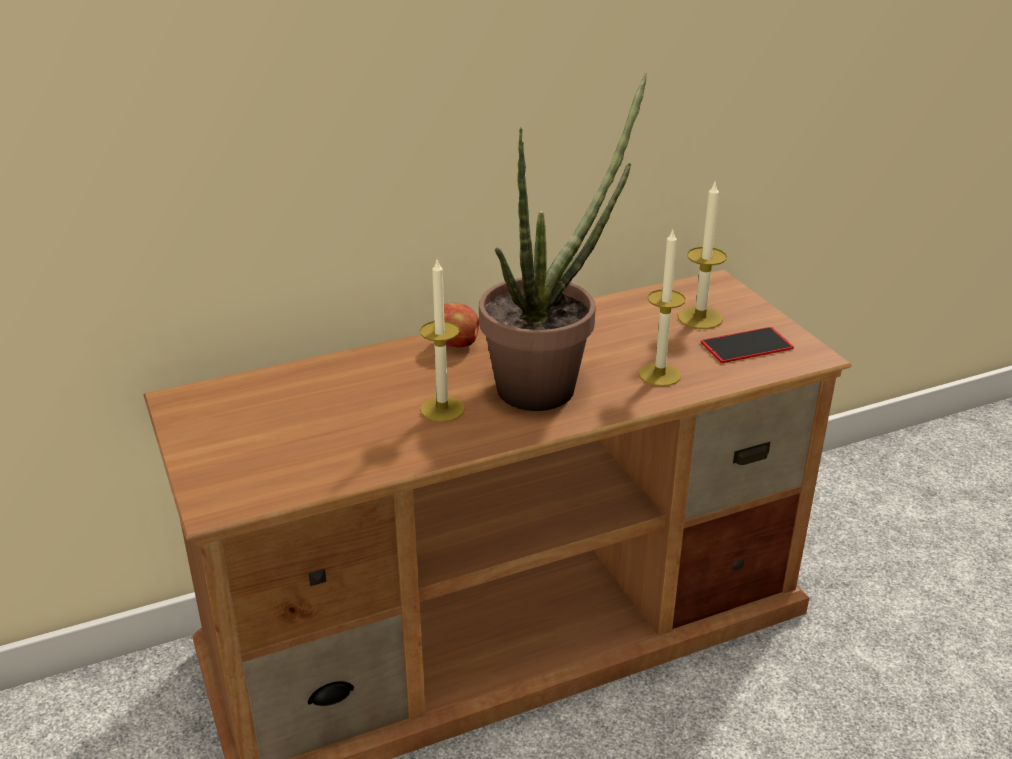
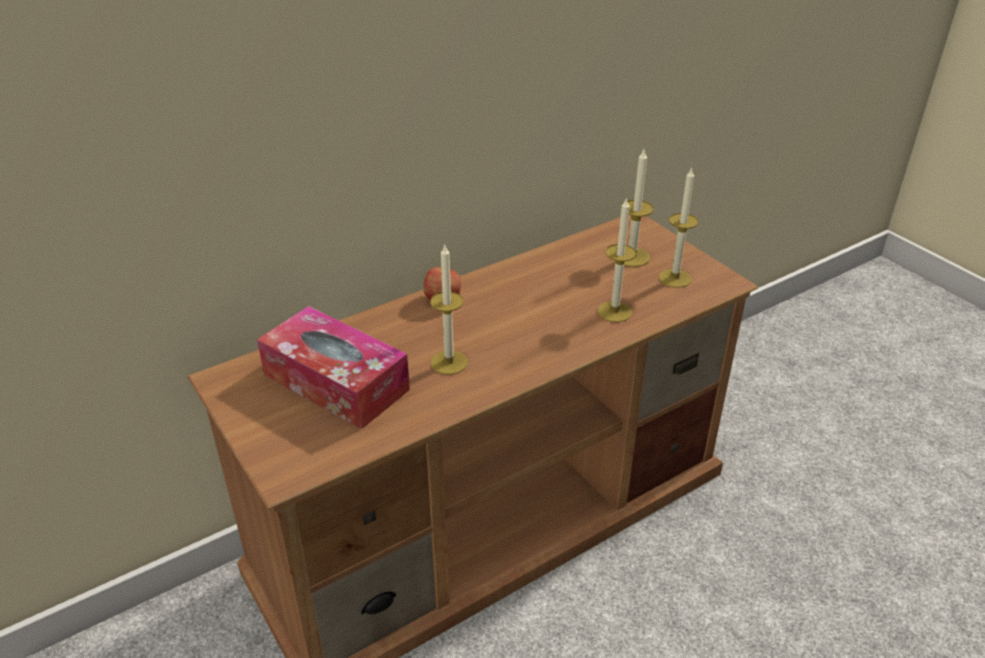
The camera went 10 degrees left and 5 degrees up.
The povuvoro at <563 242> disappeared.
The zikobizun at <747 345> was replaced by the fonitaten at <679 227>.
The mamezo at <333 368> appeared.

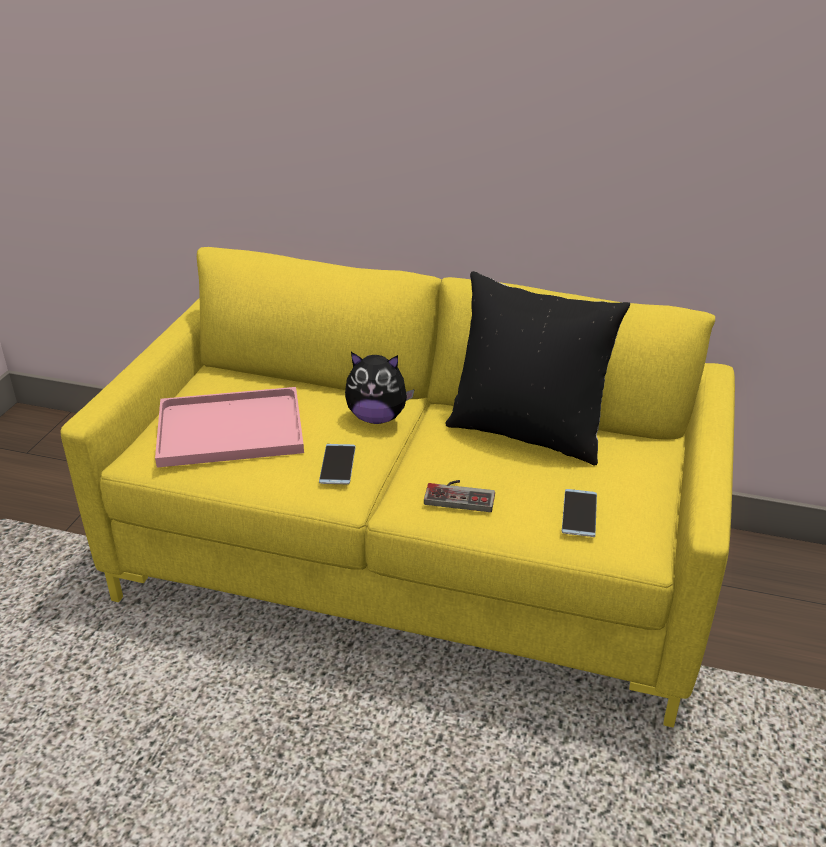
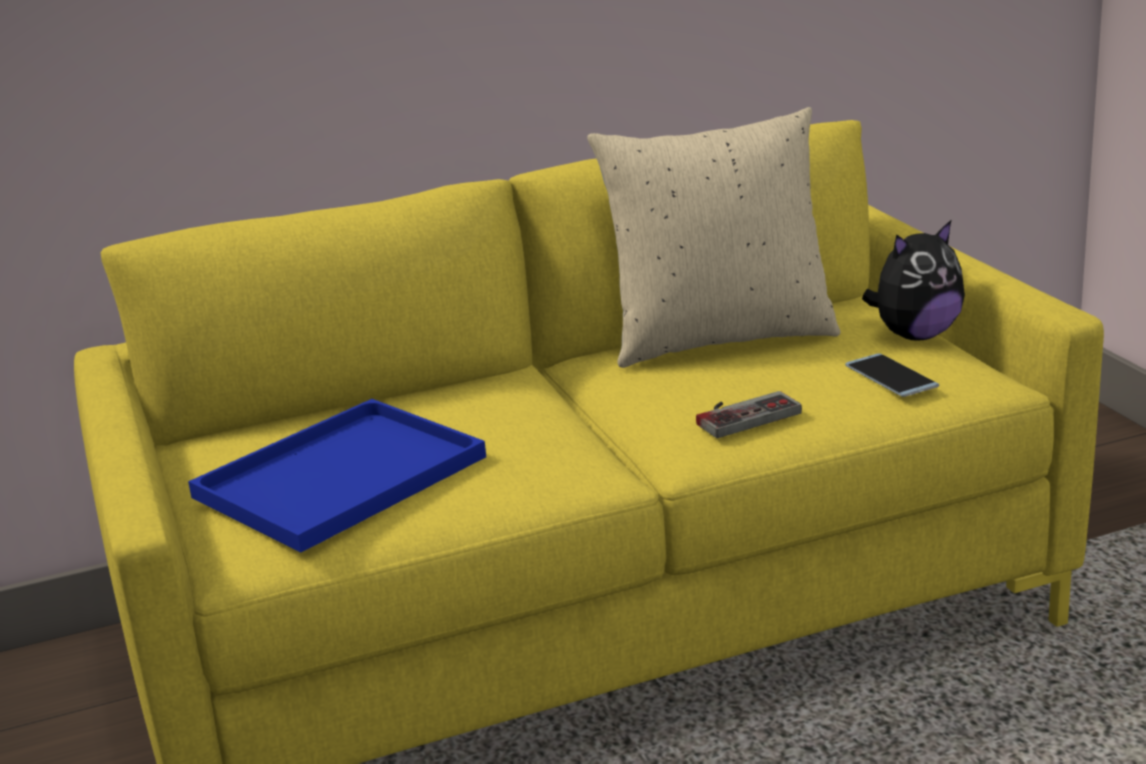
The camera went 35 degrees left and 10 degrees down.
The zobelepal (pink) at <229 427> became the zobelepal (blue) at <337 476>.
The zikobizun at <337 464> disappeared.
The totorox moved from <380 388> to <913 280>.
The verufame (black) at <538 368> became the verufame (beige) at <714 237>.

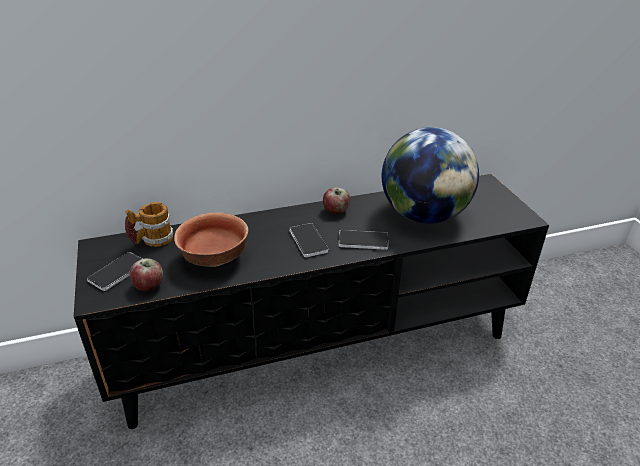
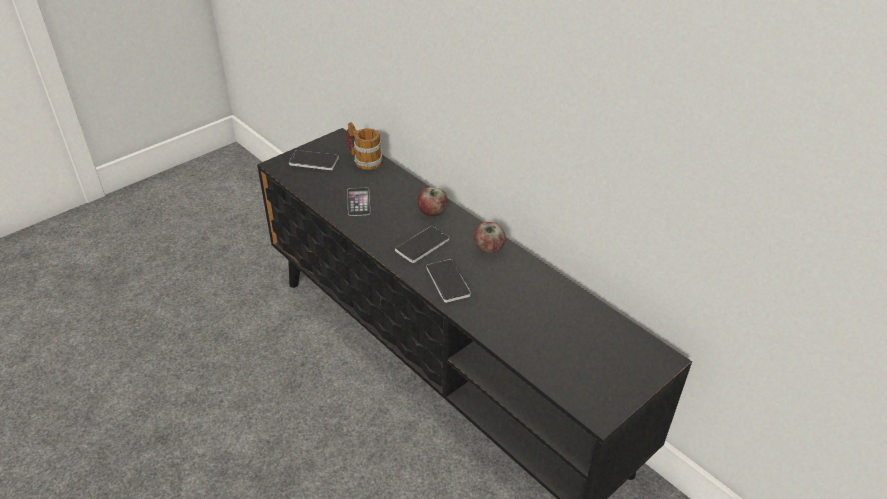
The camera went 65 degrees right and 5 degrees up.
The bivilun moved from <146 274> to <433 201>.
The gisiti at <211 239> was replaced by the zikobizun at <358 202>.
The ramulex at <430 175> disappeared.

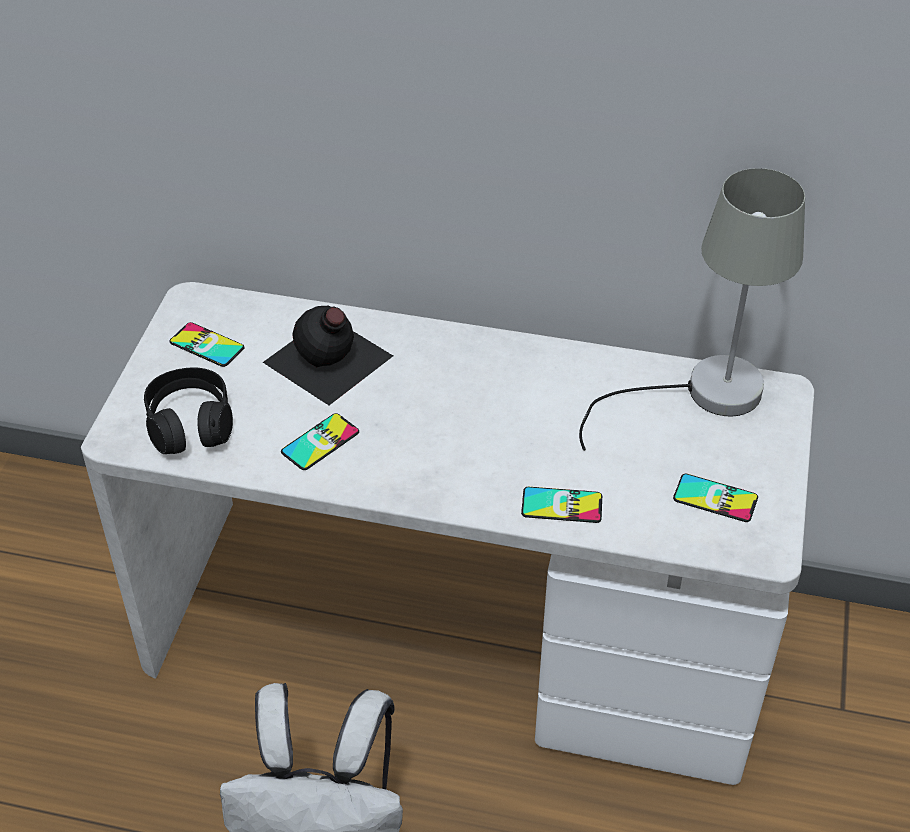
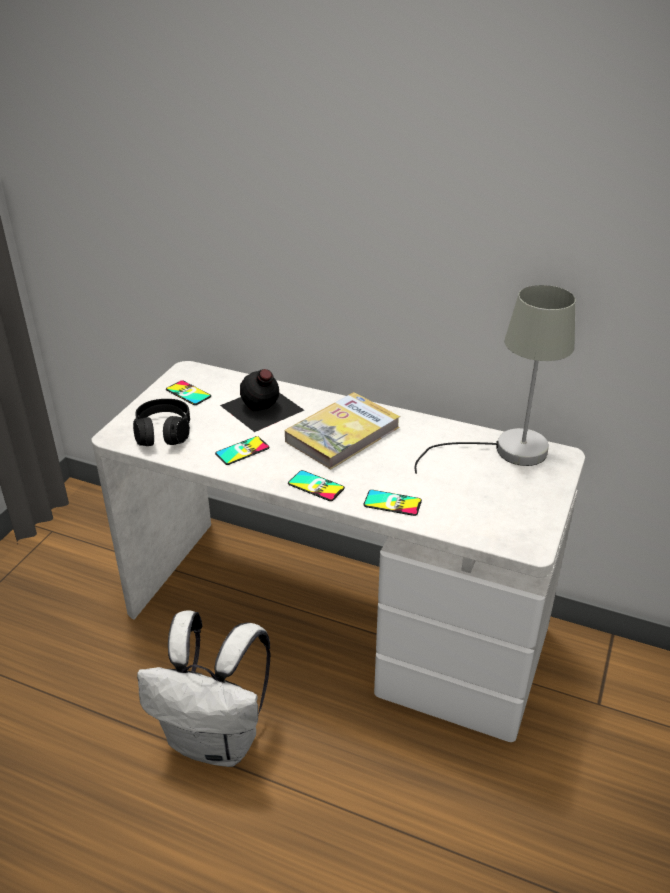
The camera went 10 degrees right and 10 degrees down.
The zikobizun moved from <715 498> to <316 485>.
The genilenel at <342 430> appeared.

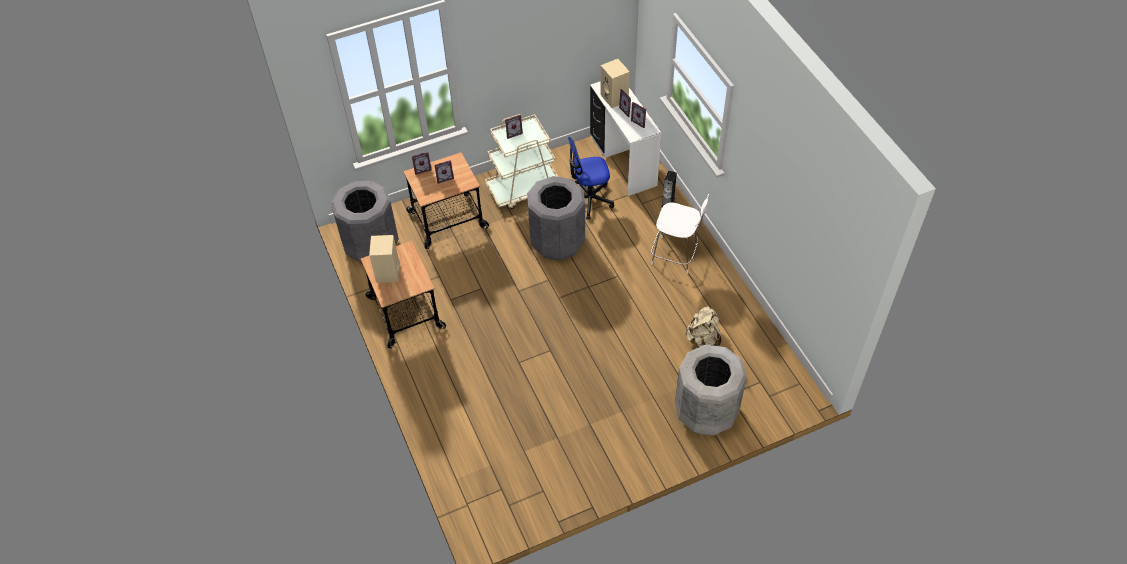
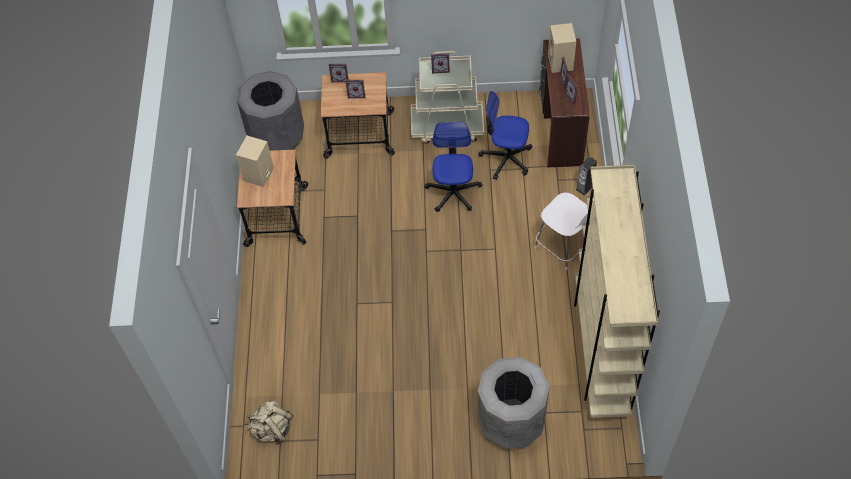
The camera went 25 degrees right and 5 degrees up.
The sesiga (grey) at <556 218> was replaced by the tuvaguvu at <453 167>.
The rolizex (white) at <625 138> became the rolizex (brown) at <564 103>.
The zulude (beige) moved from <704 326> to <270 423>.
The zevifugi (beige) at <617 291> appeared.

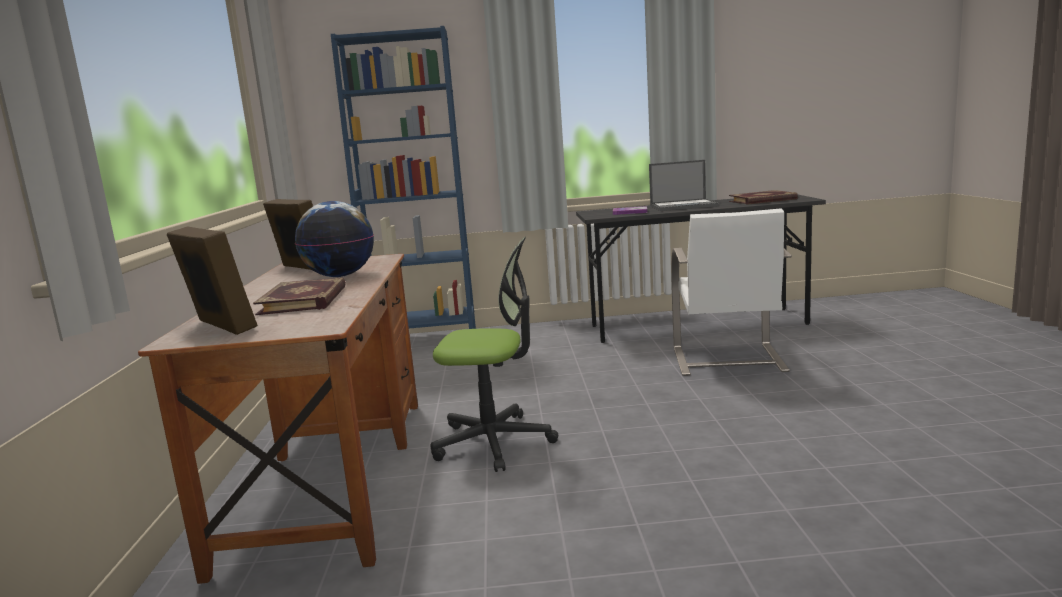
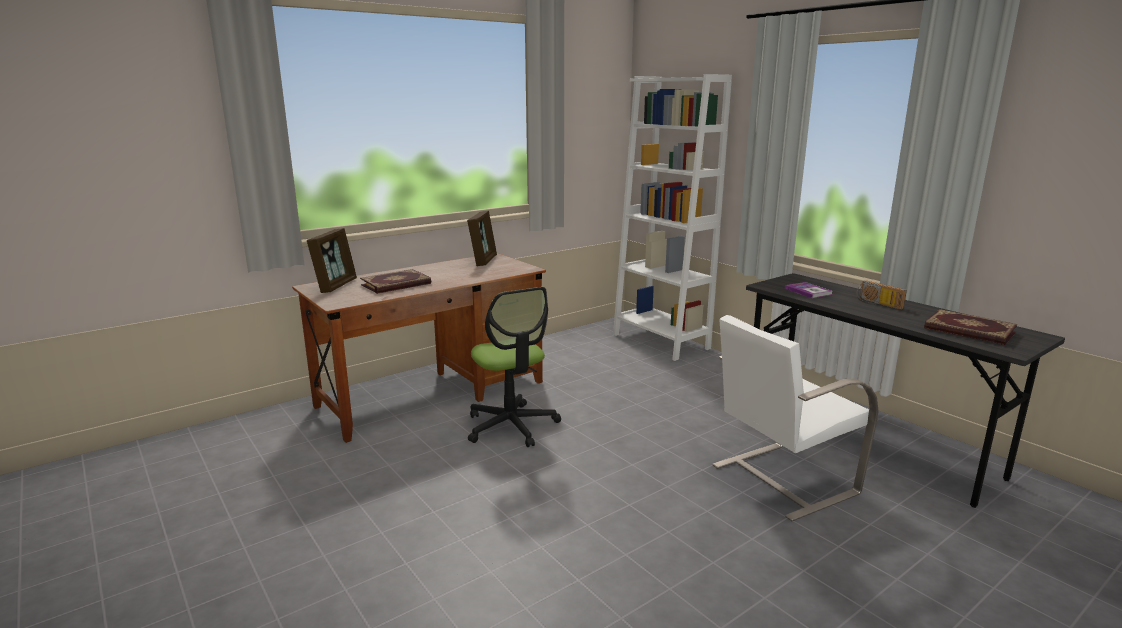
The camera went 55 degrees right and 5 degrees up.
The ramulex at <334 239> disappeared.
The zevifugi (blue) at <403 177> became the zevifugi (white) at <672 217>.
The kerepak at <684 185> was replaced by the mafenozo at <881 295>.

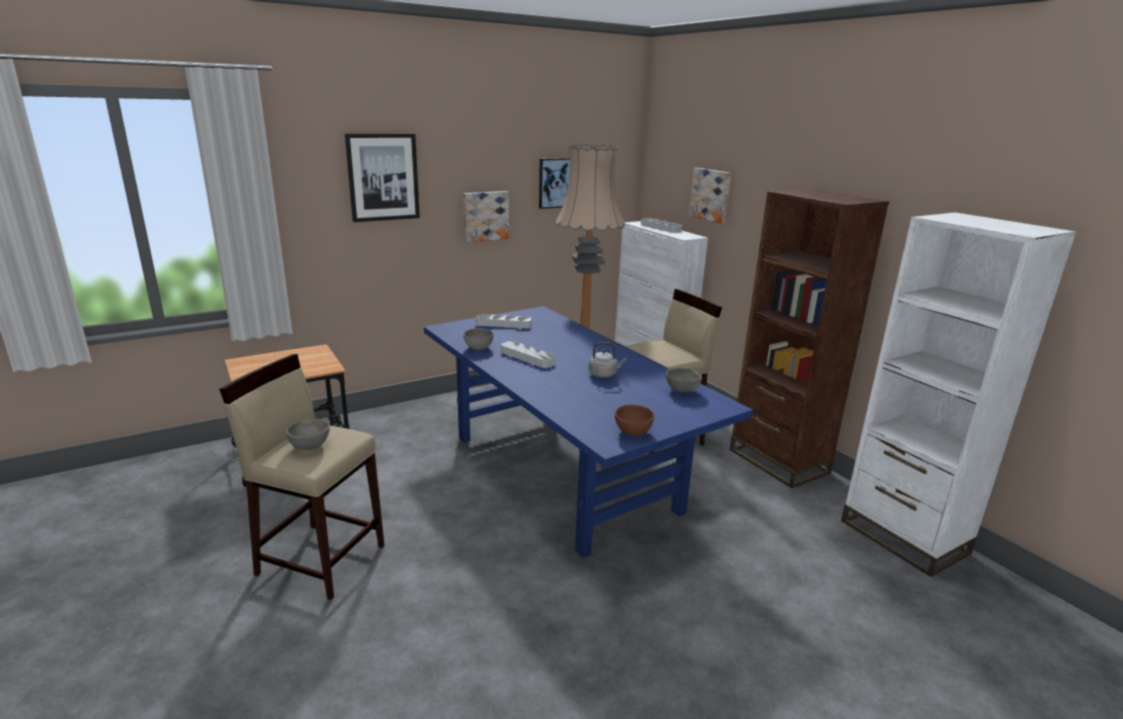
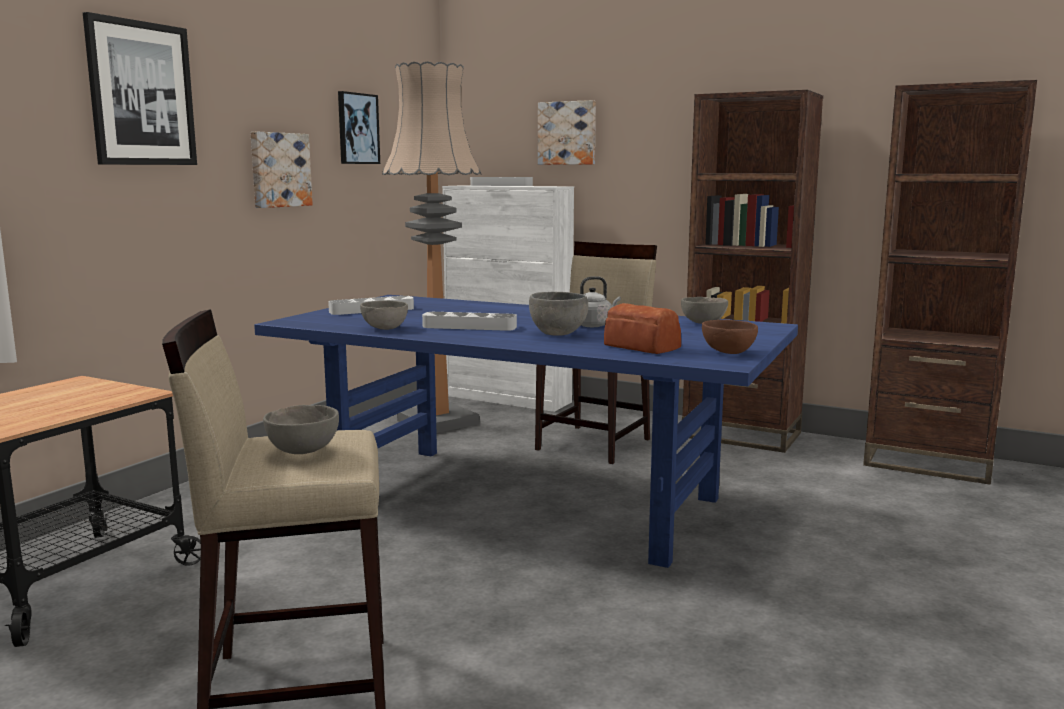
The camera went 30 degrees left and 10 degrees down.
The zevifugi (white) at <958 394> became the zevifugi (brown) at <950 282>.
The gisiti (grey) at <558 314> appeared.
The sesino at <642 328> appeared.

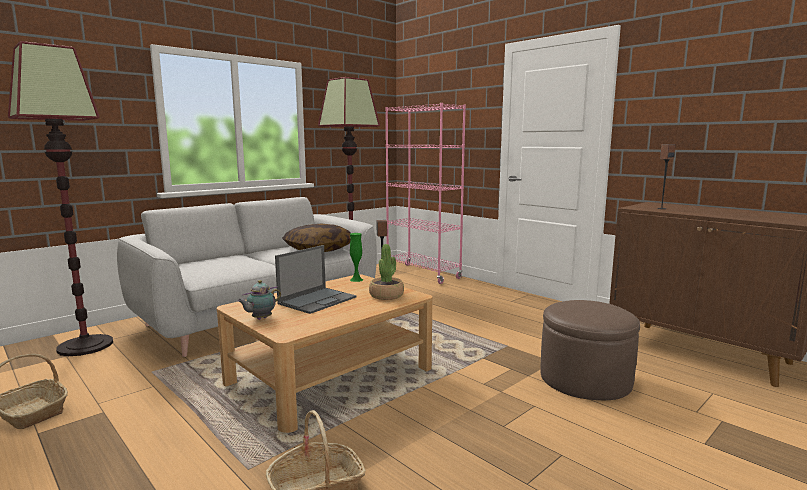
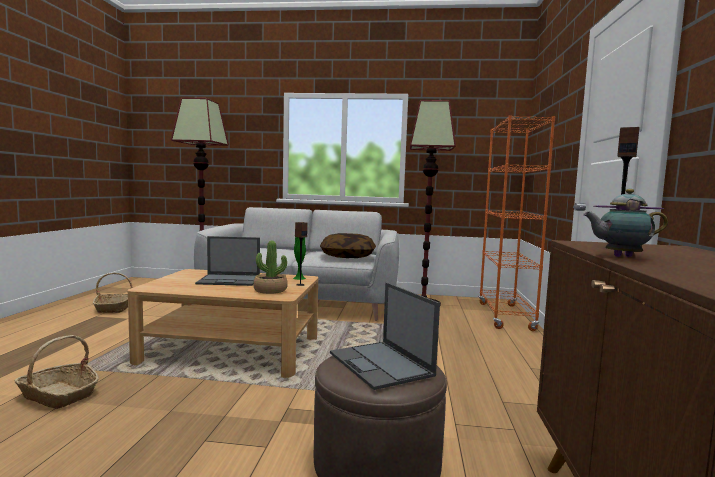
The camera went 50 degrees right and 5 degrees down.
The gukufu moved from <259 300> to <625 223>.
The zevifugi (pink) at <425 193> became the zevifugi (orange) at <517 223>.
The kerepak at <385 336> appeared.

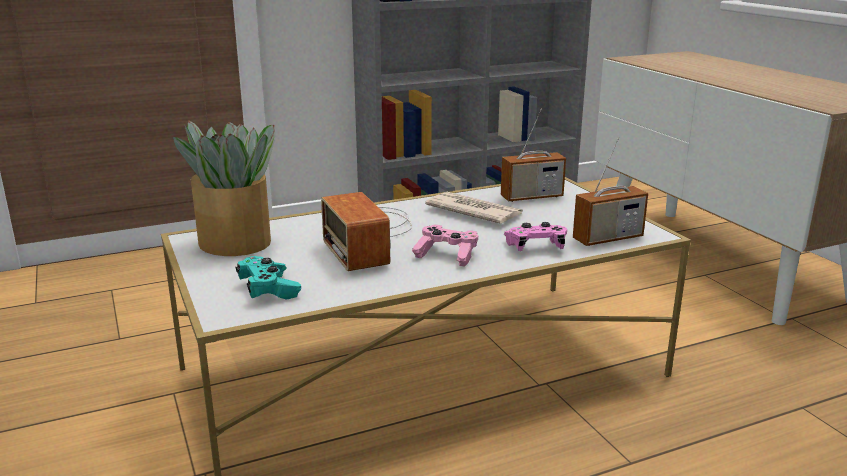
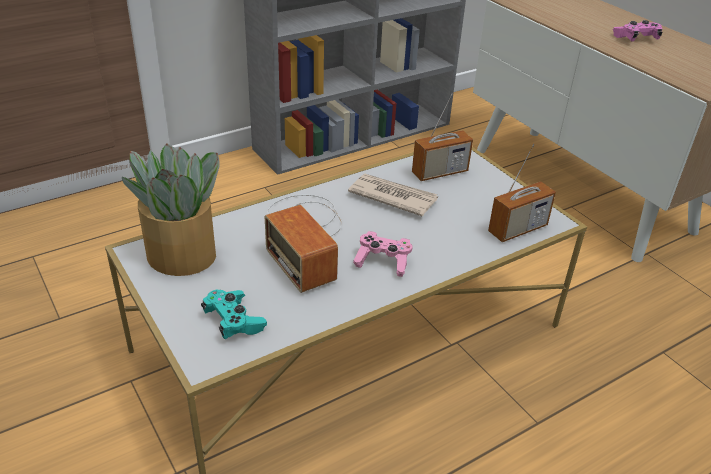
The camera went 10 degrees left and 15 degrees up.
The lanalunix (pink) moved from <535 236> to <638 30>.

